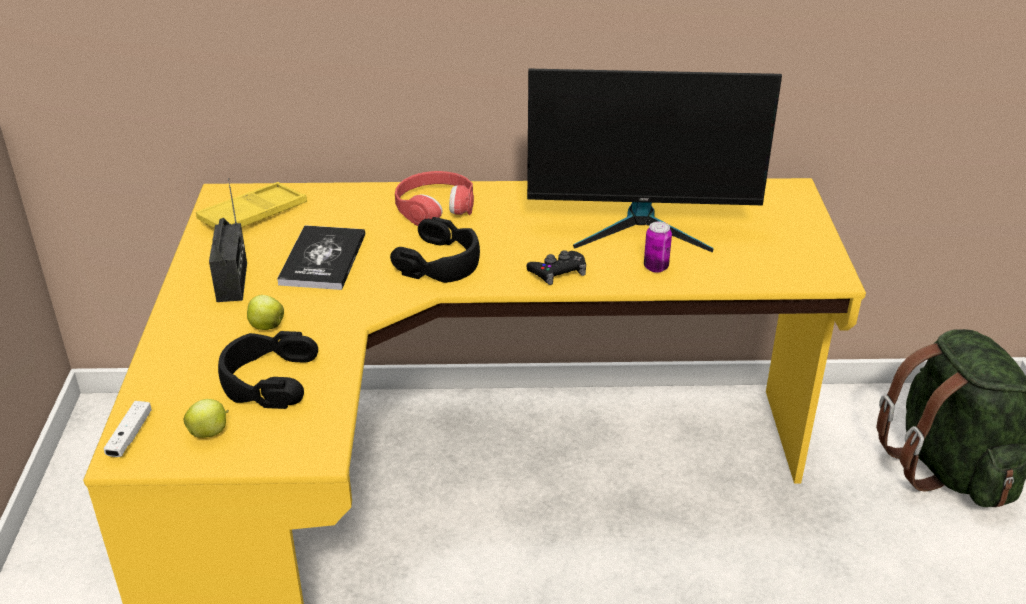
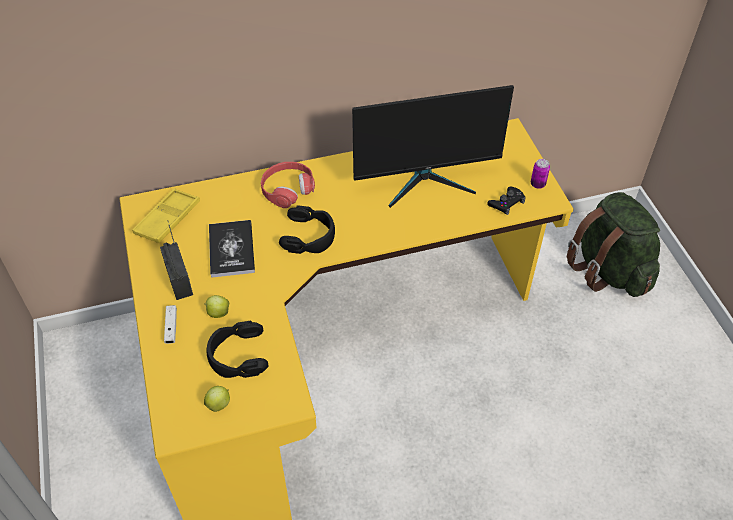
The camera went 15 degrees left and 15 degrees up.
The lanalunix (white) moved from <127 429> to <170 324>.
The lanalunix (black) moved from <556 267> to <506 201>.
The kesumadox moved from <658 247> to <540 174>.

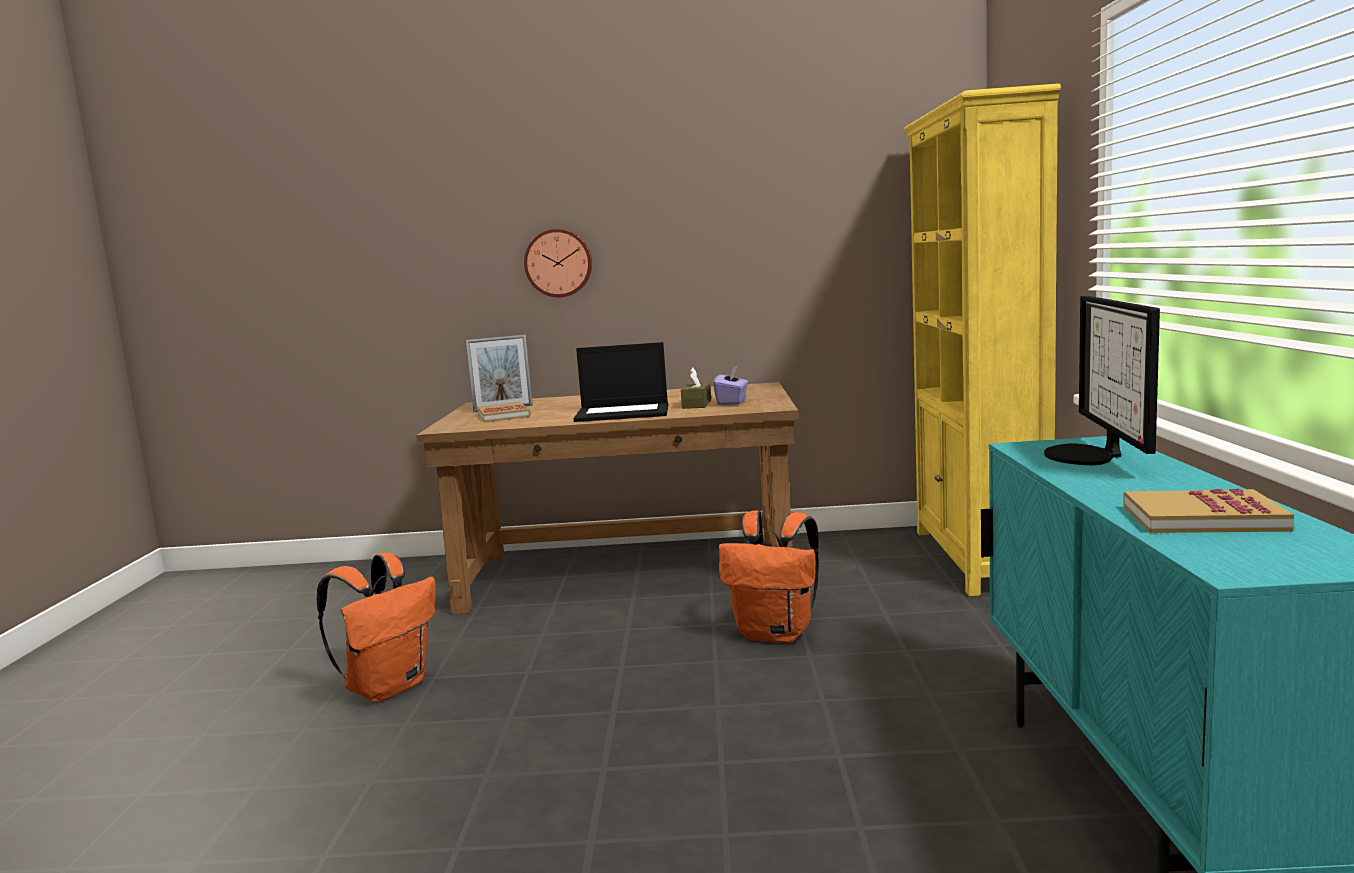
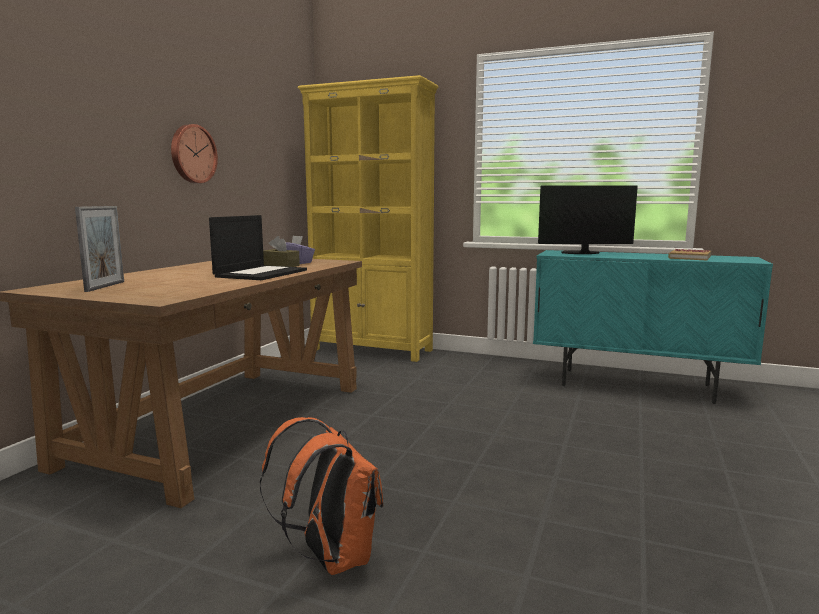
The camera went 70 degrees left and 0 degrees up.
The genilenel at <504 412> disappeared.
The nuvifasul moved from <558 263> to <194 153>.
The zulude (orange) at <769 576> disappeared.
The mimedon at <1102 380> turned 150 degrees clockwise.

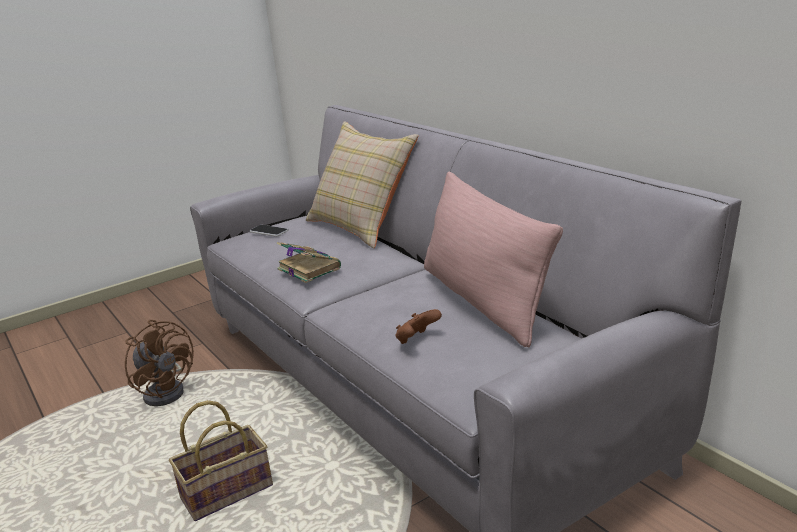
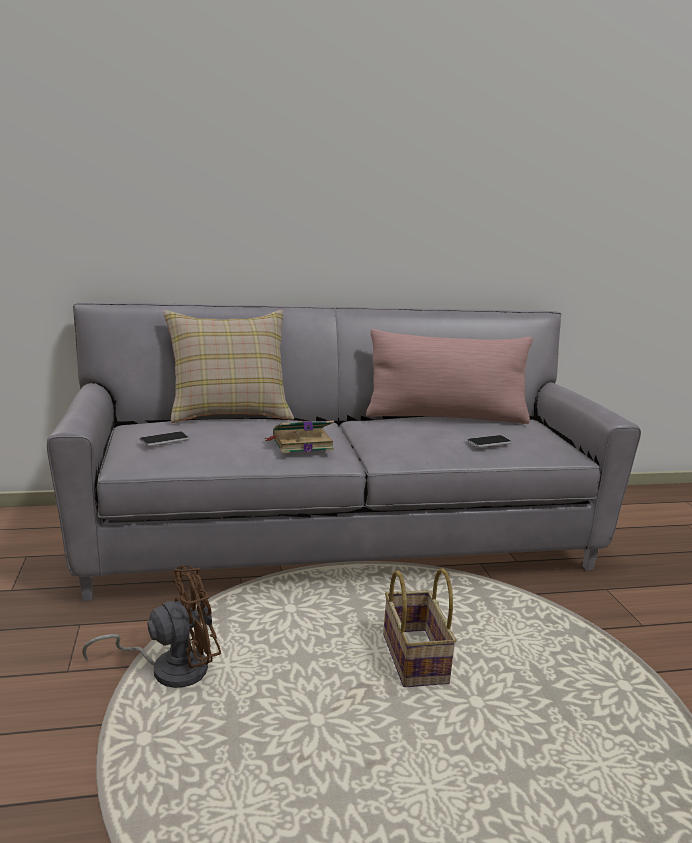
The camera went 70 degrees left and 5 degrees down.
The lanalunix (brown) at <419 326> was replaced by the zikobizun at <489 441>.

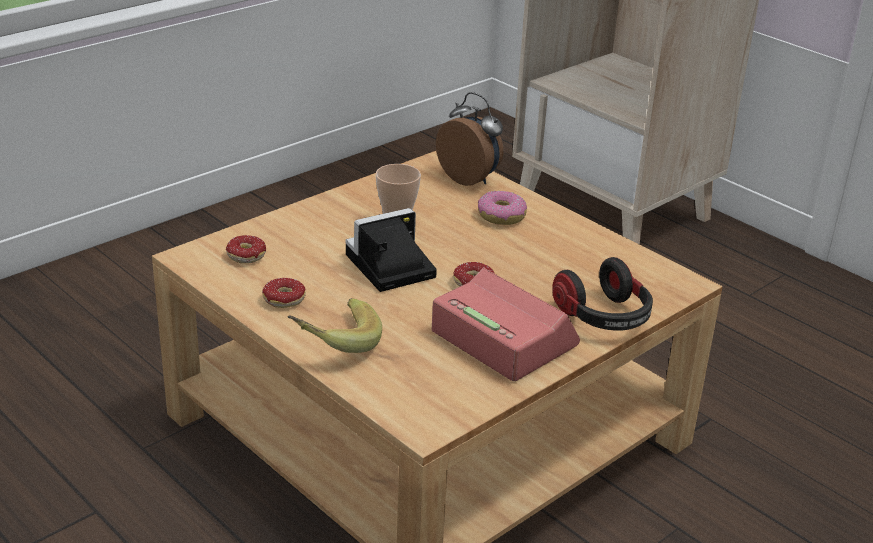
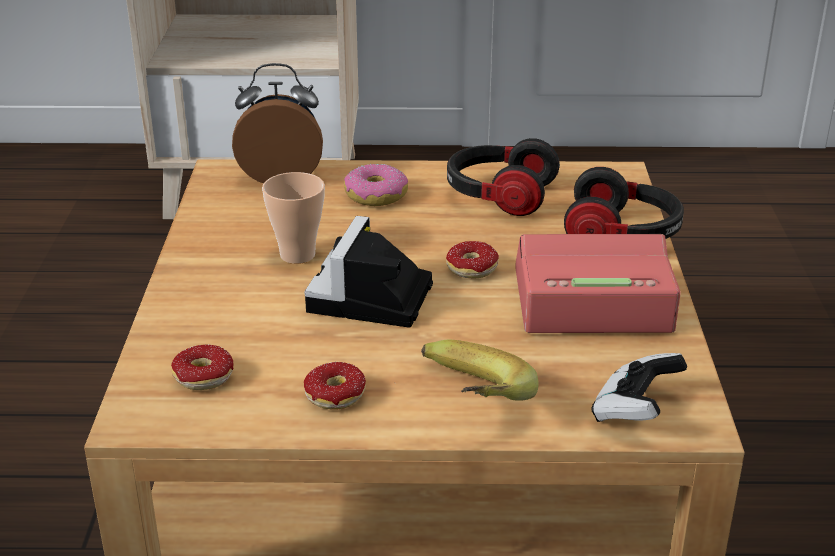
The camera went 45 degrees left and 0 degrees up.
The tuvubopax at <503 177> appeared.
The lanalunix at <639 387> appeared.

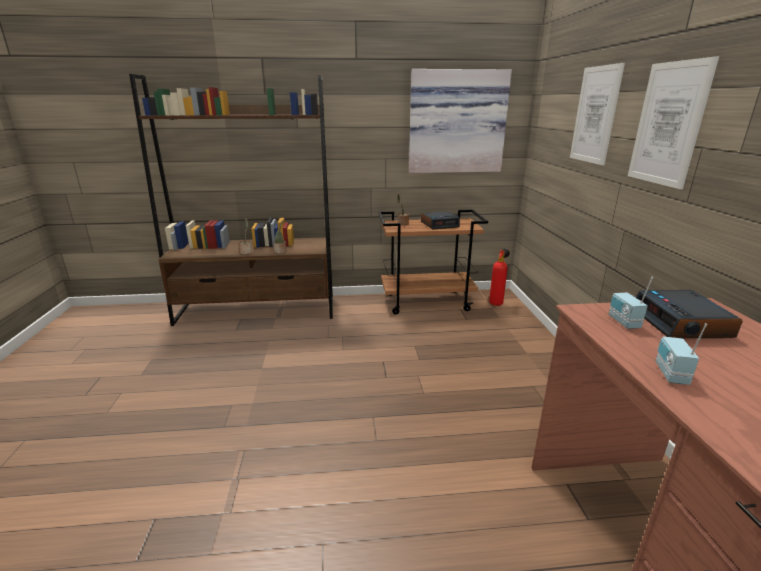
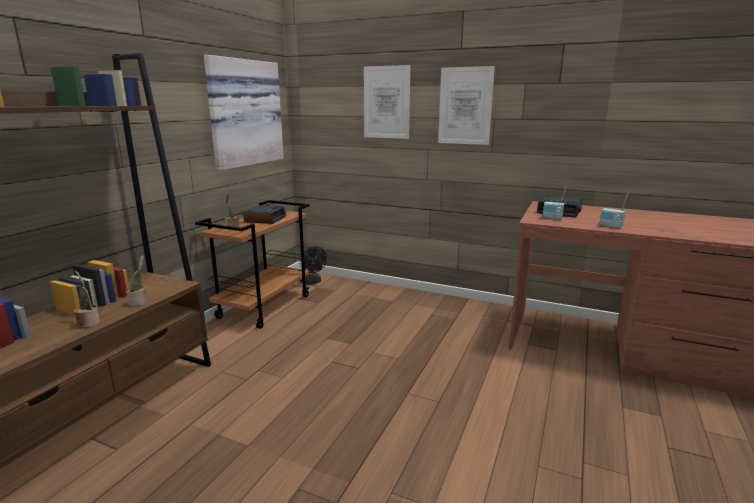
The camera went 60 degrees left and 5 degrees down.
The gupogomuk at <499 277> was replaced by the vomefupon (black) at <314 265>.

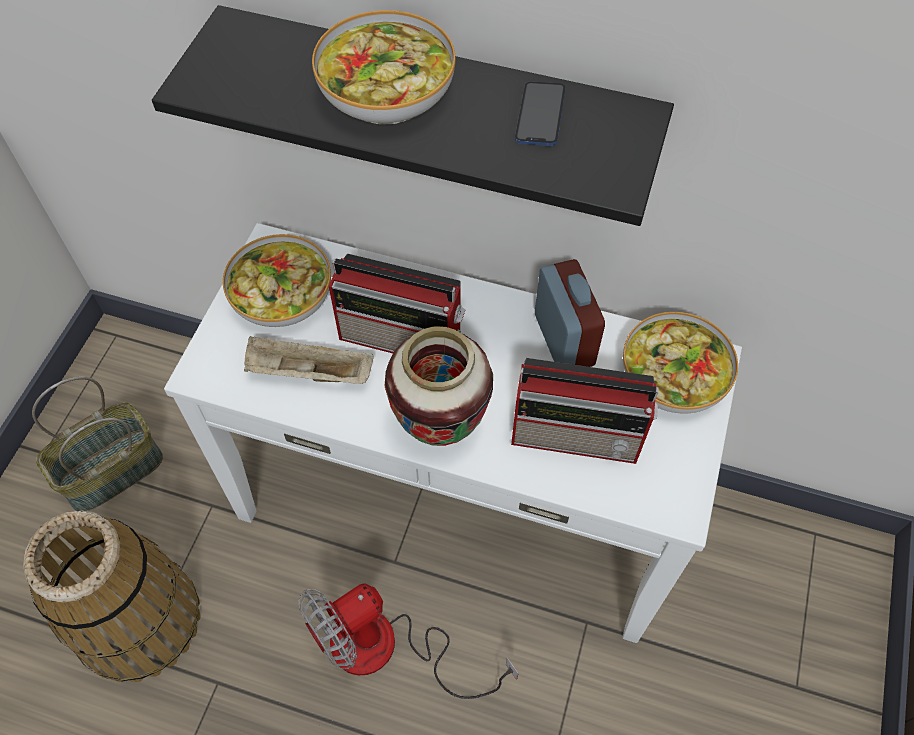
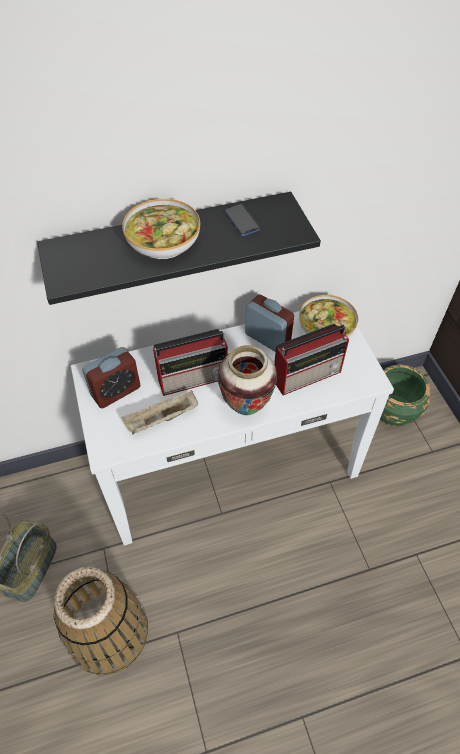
The camera went 35 degrees left and 5 degrees down.
The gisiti at <277 280> was replaced by the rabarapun at <111 377>.
The vomefupon at <409 641> disappeared.
The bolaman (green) at <405 396> appeared.

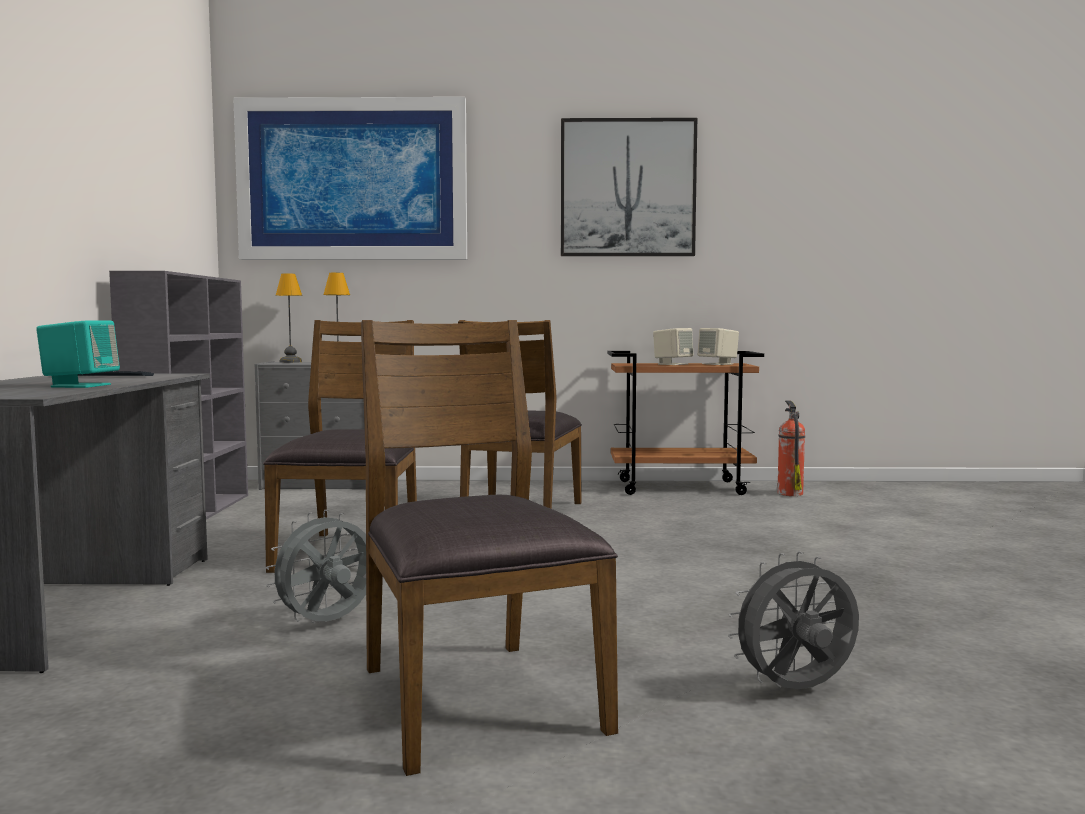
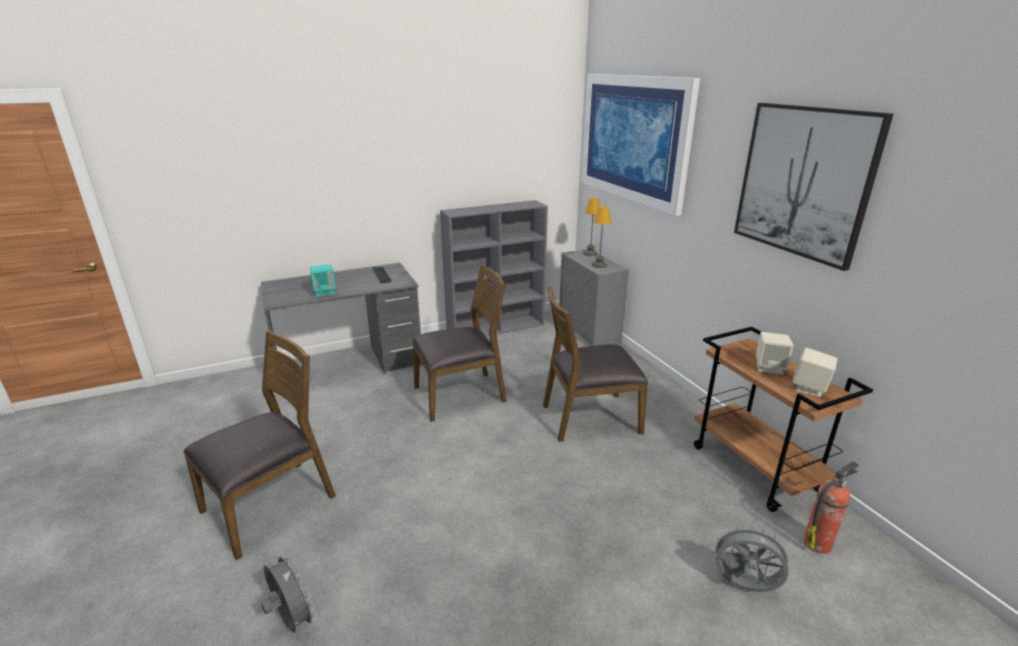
The camera went 65 degrees right and 20 degrees up.
The vomefupon (grey) moved from <316 566> to <752 558>.

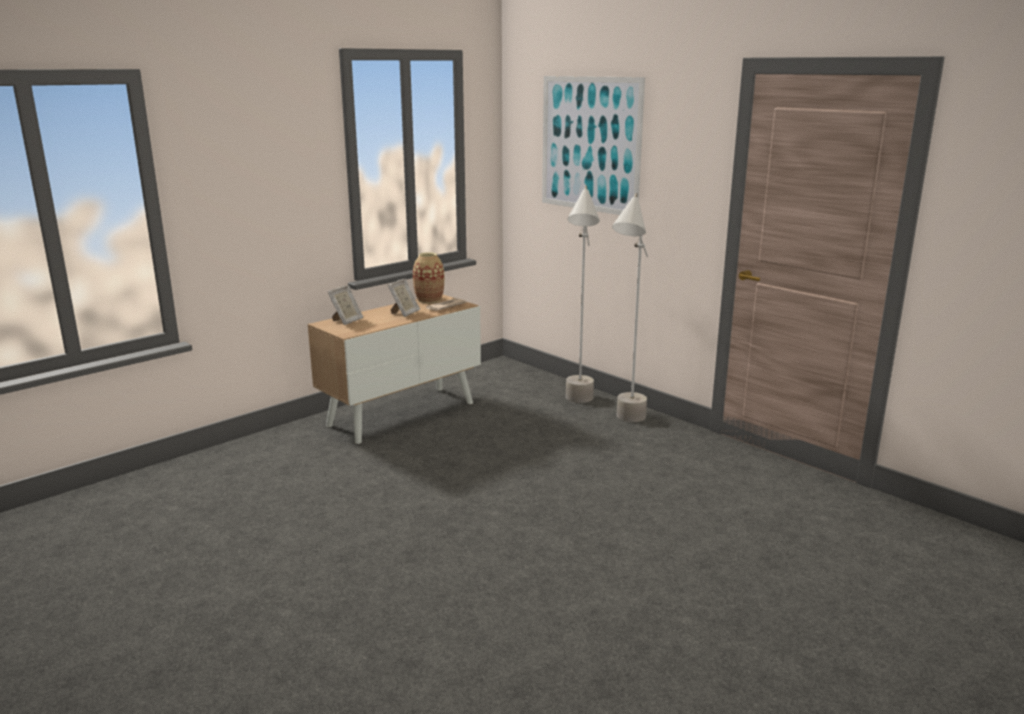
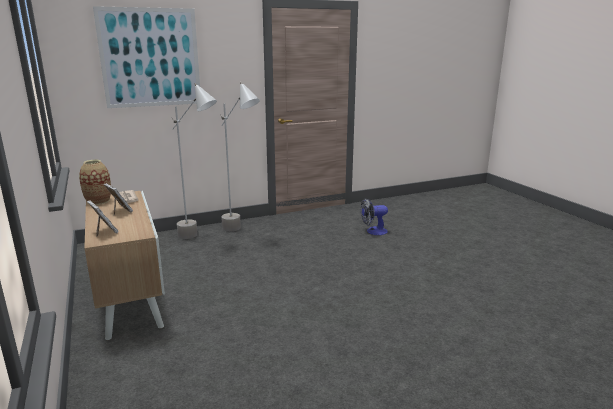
The camera went 70 degrees left and 0 degrees up.
The vomefupon at <374 216> appeared.

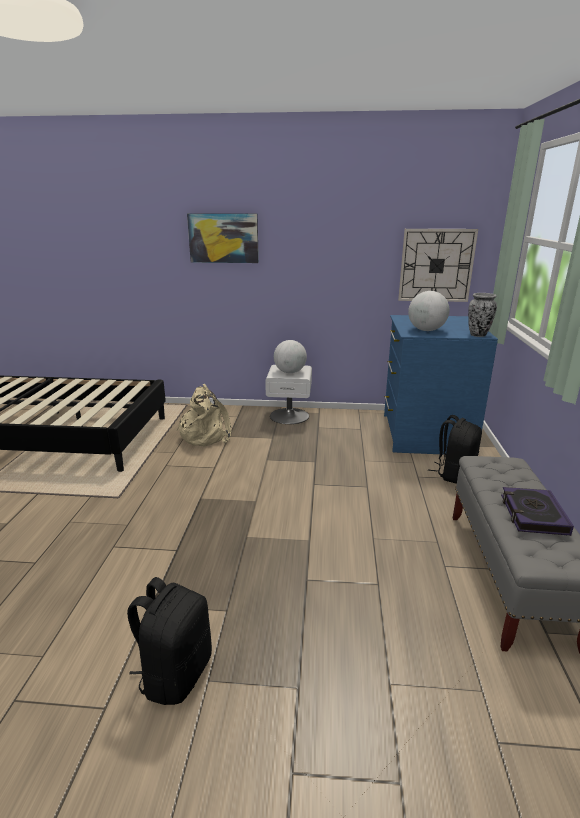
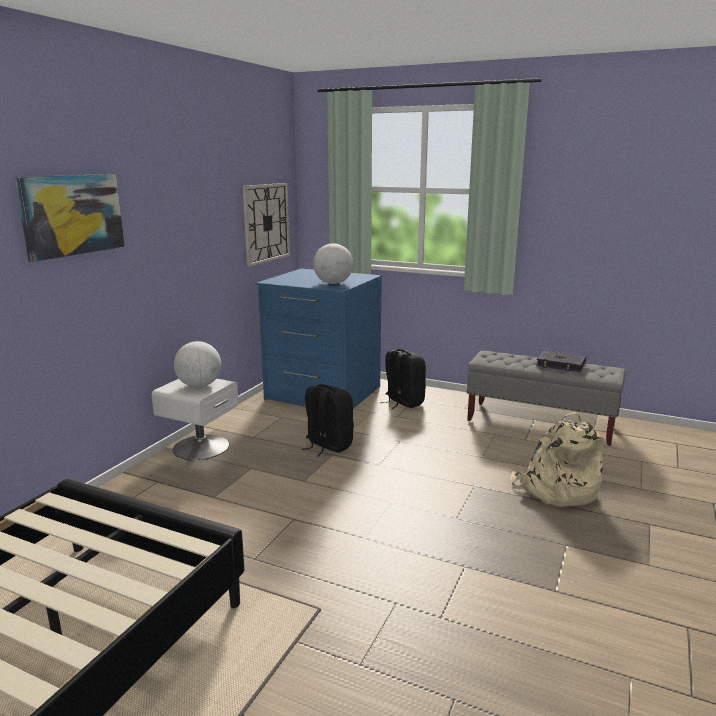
The camera went 70 degrees left and 5 degrees down.
The zulude (black) moved from <169 641> to <328 420>.
The zulude (beige) moved from <204 415> to <557 459>.
The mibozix at <482 315> disappeared.

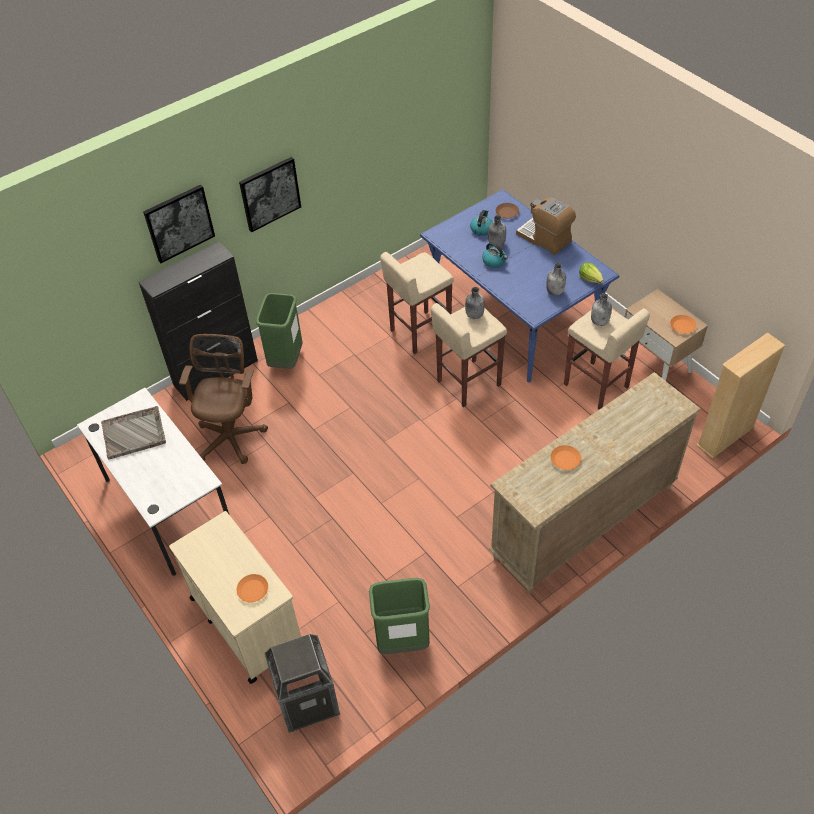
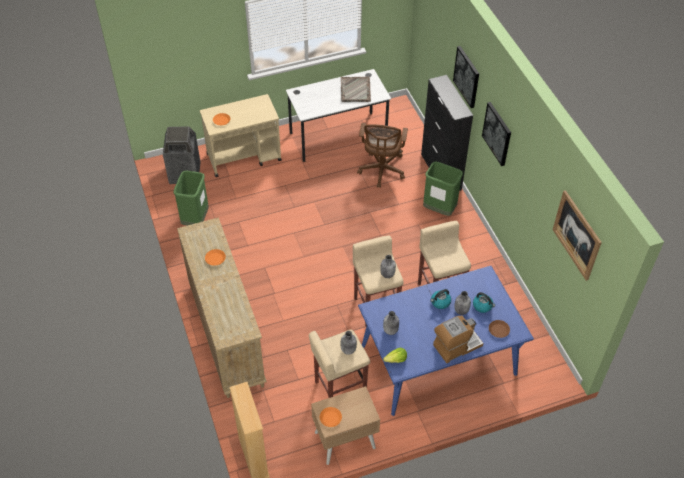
The camera went 105 degrees right and 0 degrees up.
The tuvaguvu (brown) at <223 399> turned 75 degrees clockwise.
The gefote at <577 235> appeared.

